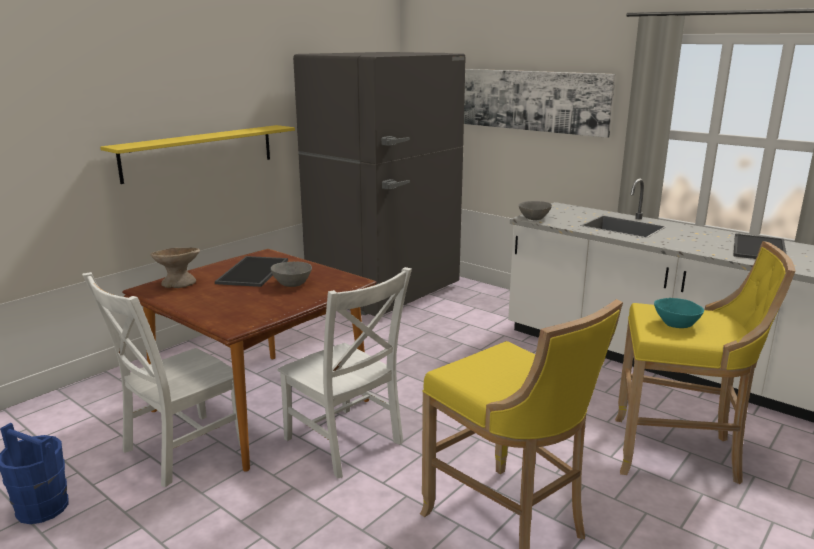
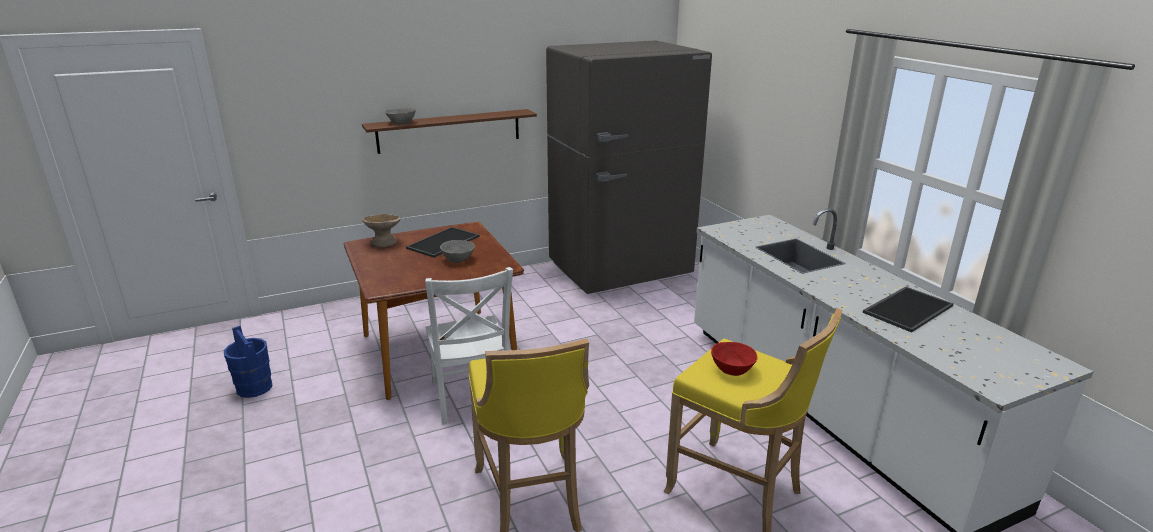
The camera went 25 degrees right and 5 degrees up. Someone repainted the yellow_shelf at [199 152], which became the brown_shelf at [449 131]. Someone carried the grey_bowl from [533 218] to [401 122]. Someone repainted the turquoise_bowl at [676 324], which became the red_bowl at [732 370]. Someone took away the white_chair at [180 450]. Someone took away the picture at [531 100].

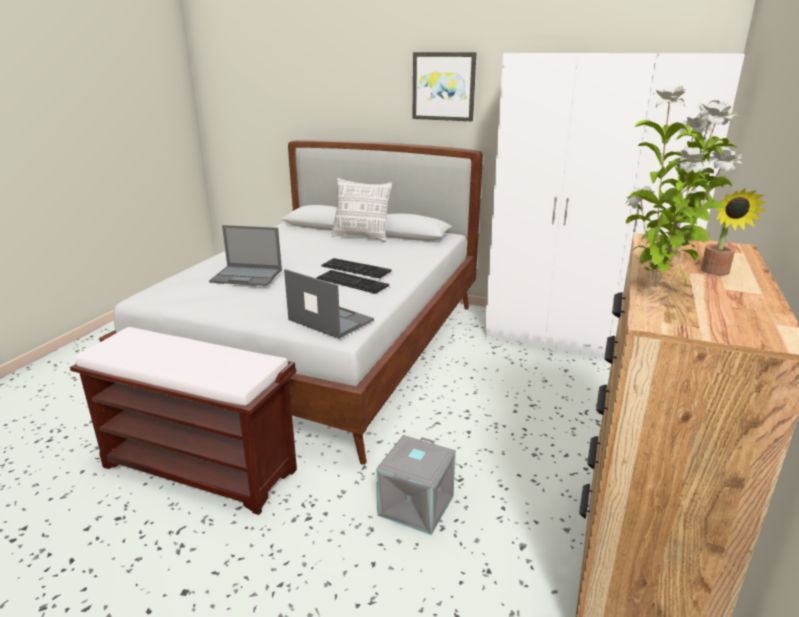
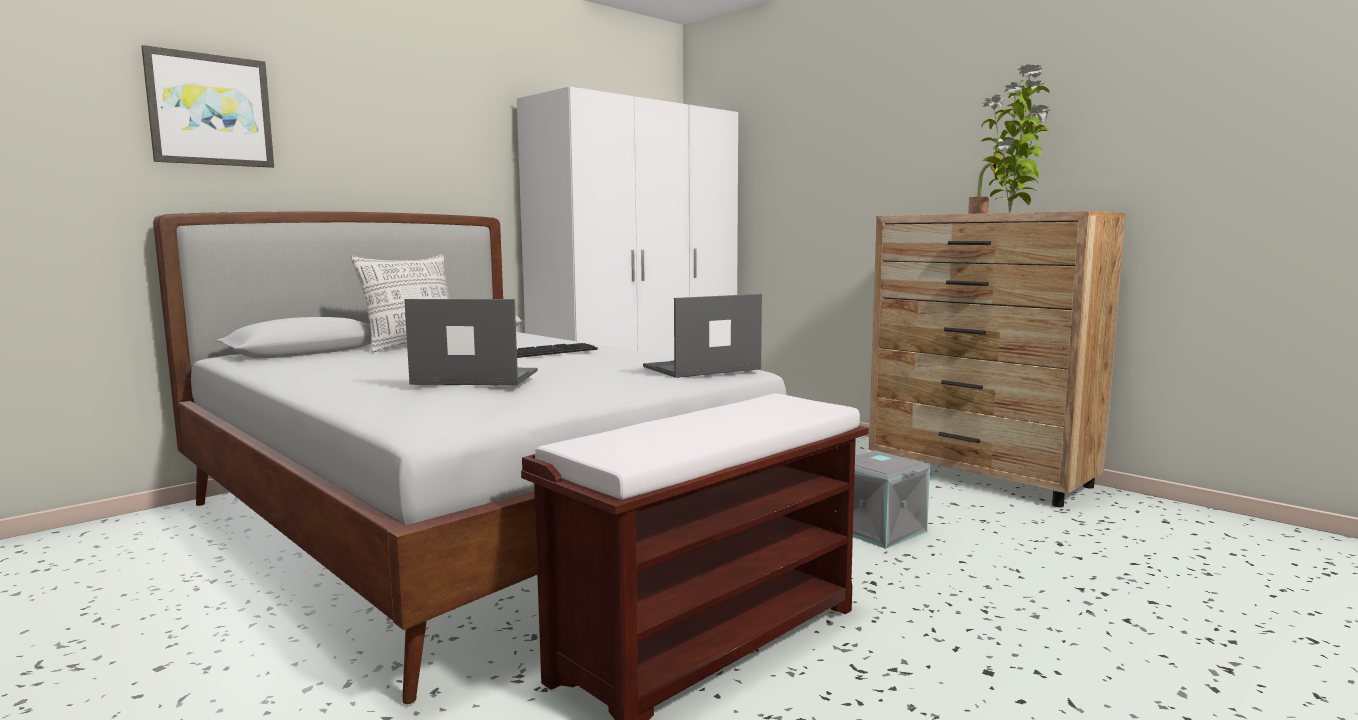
The camera went 65 degrees left and 15 degrees down. Someone carried the picture from [443 86] to [210 110]. Someone rotated the laptop at [247 276] by 120 degrees counterclockwise. Someone took away the keyboard at [353 282].

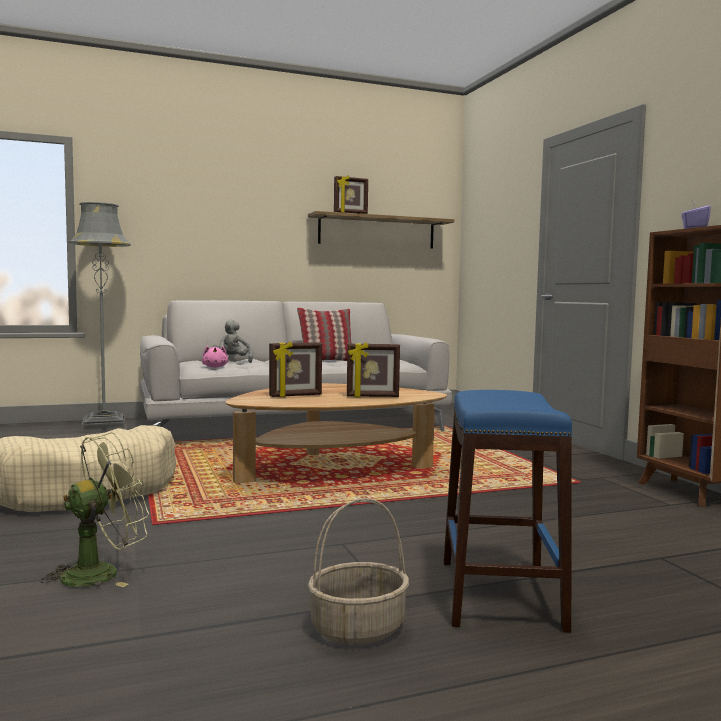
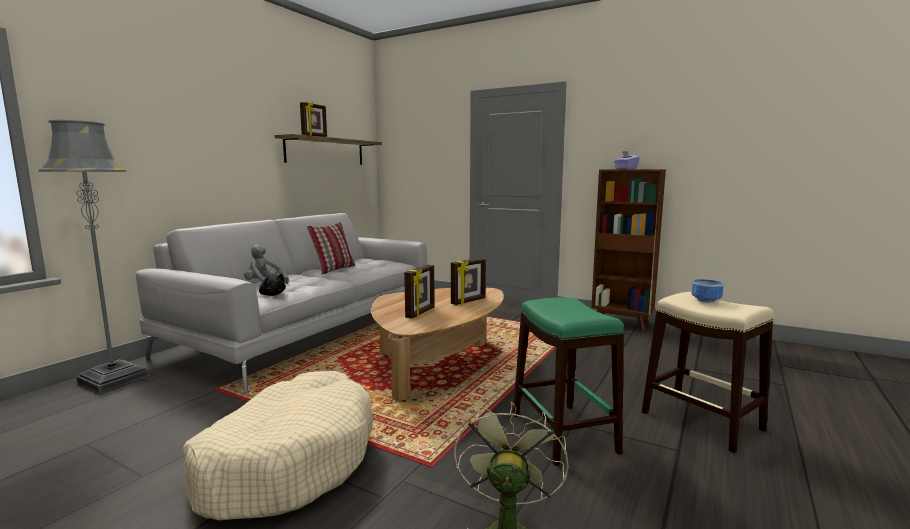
The camera went 40 degrees left and 5 degrees up. Someone repainted the pink_plush_toy at [215 367], which became the black_plush_toy at [272 295]. Someone put down the green_stool at [563 433]. Someone repainted the blue_stool at [501 593], which became the beige_stool at [701 420]. Someone put down the bowl at [704 301]. Someone took away the basket at [357 629].

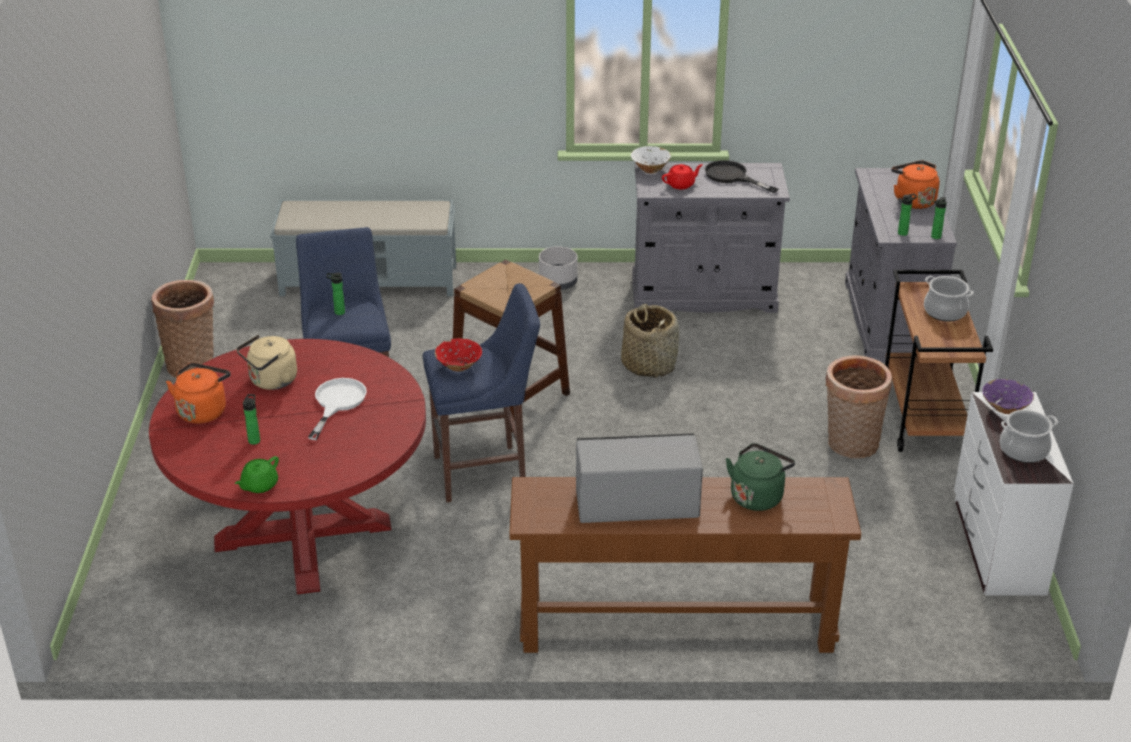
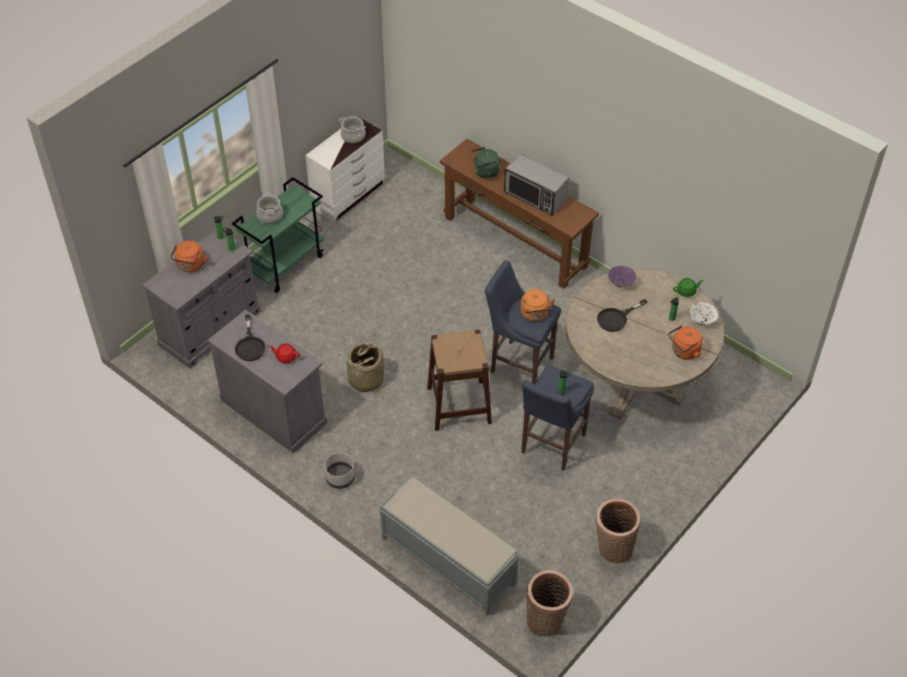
The camera went 140 degrees left and 15 degrees up. Someone repainted the brown_cart at [924 419], which became the green_cart at [285 264]. Someone swapped the red_bowl at [459 366] for the orange_kettle at [535 314]. Someone carried the basket from [850 445] to [546 621]. Someone repainted the red_dining_table at [303 534], which became the beige_dining_table at [635 381]. Someone repainted the white_frying_pan at [337 403], which became the black_frying_pan at [616 318]. Someone carried the purple_bowl from [1005 408] to [621 283]. Someone carried the white_bowl from [650 169] to [702 320]. Someone took away the beige_kettle at [271 381].

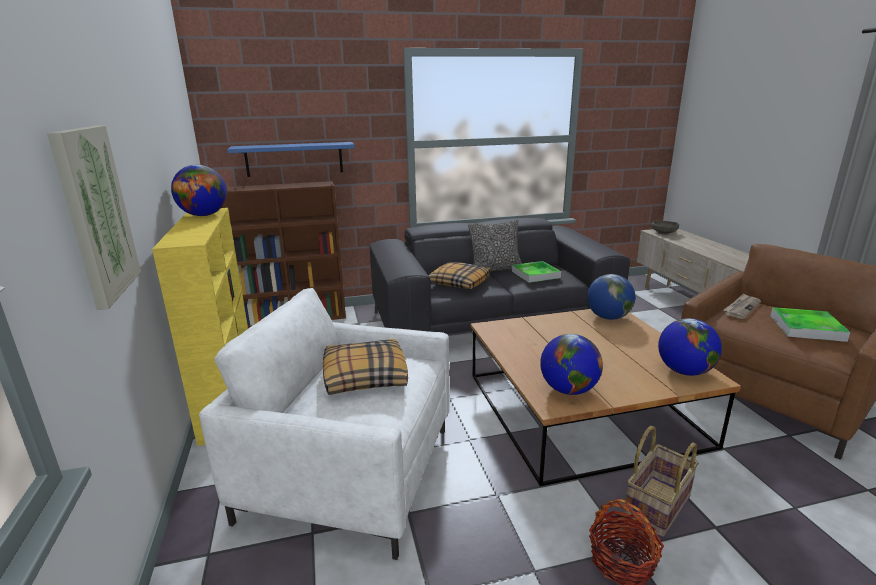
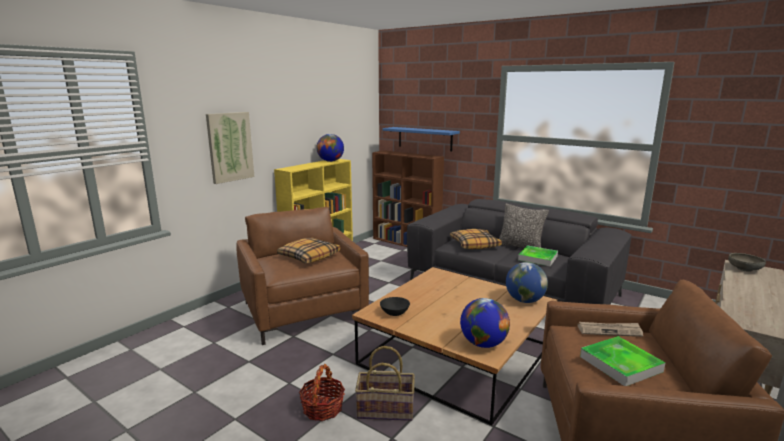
The camera went 50 degrees right and 5 degrees down. Someone repainted the white_armchair at [350 472], which became the brown_armchair at [304 311]. Someone swapped the globe at [568 390] for the black_bowl at [395 313].

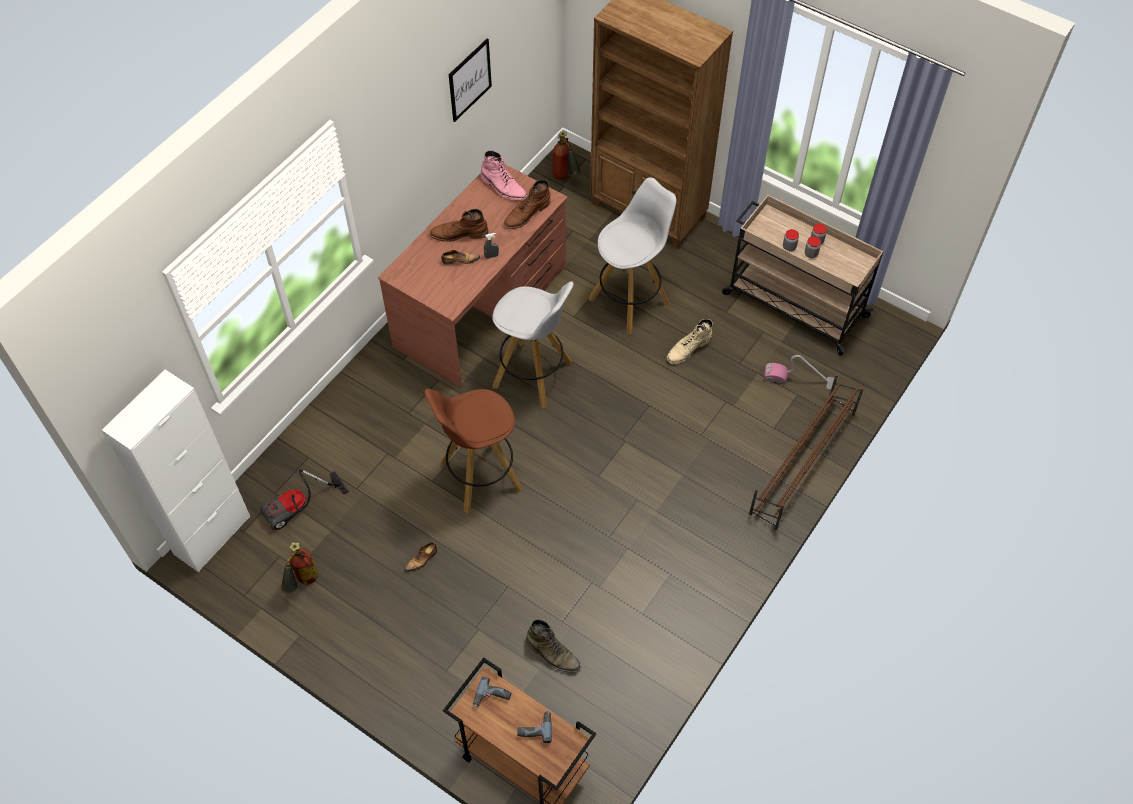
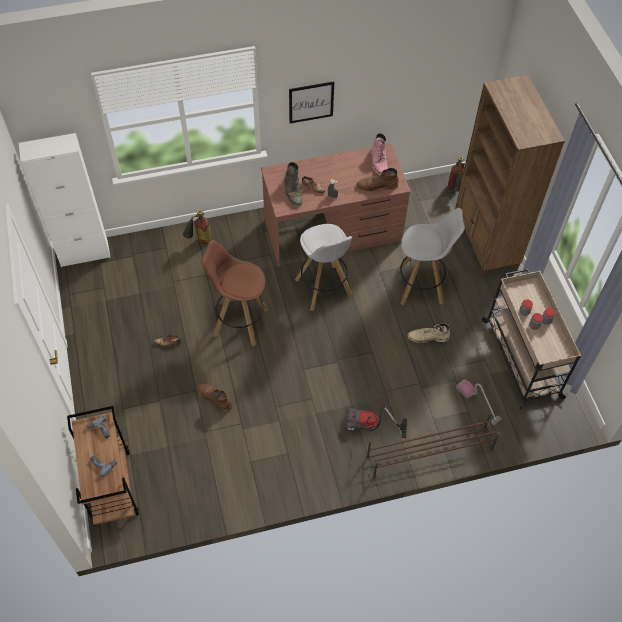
The camera went 40 degrees right and 0 degrees up. Someone carried the fire_extinguisher from [303 583] to [200 241]. Someone carried the brown_boot from [459 234] to [214 397]. Someone carried the green_boot from [553 654] to [293 192]. Someone carried the picture from [469 80] to [311 102]. Someone carried the vacuum_cleaner from [299 509] to [369 427].

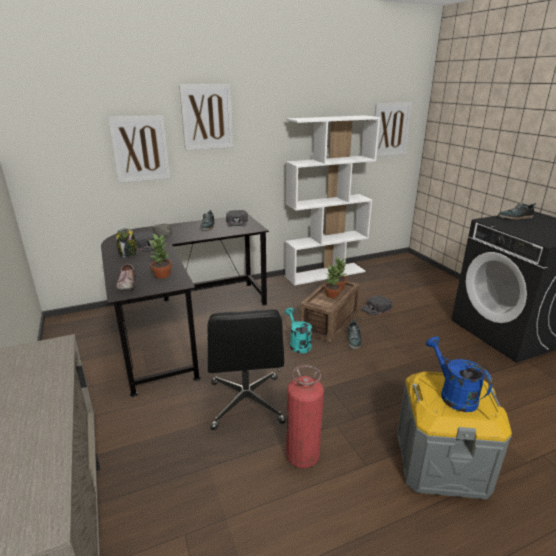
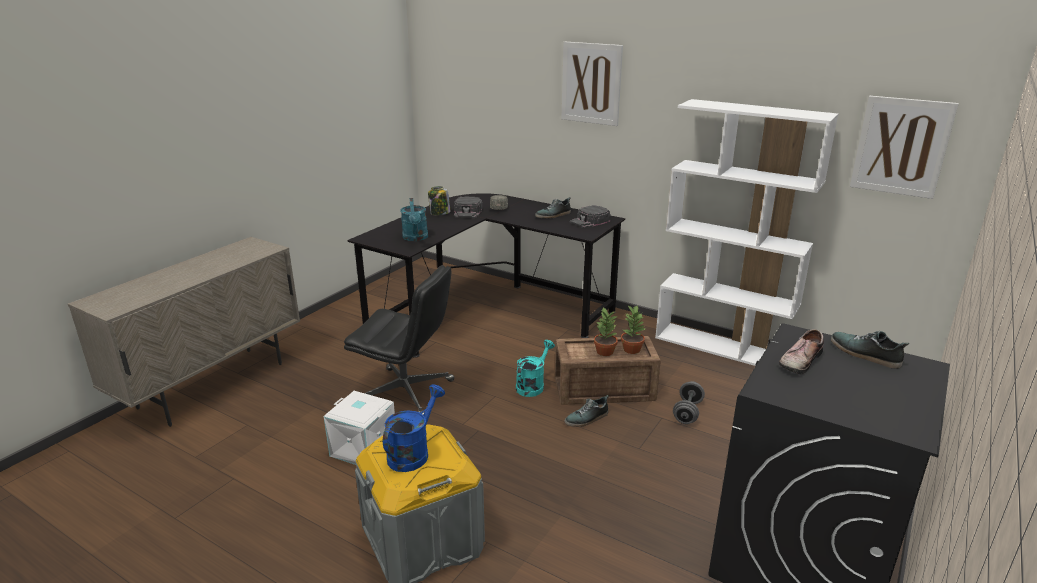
The camera went 55 degrees right and 0 degrees up. Someone swapped the fire_extinguisher at [302 456] for the white_storage_box at [362 449]. Someone rotated the black_office_chair at [246 403] by 120 degrees counterclockwise. Someone swapped the potted_plant at [162 275] for the turquoise_watering_can at [415 238]. Someone swapped the black_cap at [376 308] for the grey_dumbbell at [687 412]. Someone carried the shoe from [126 284] to [799 360]. Someone took away the picture at [140 149].

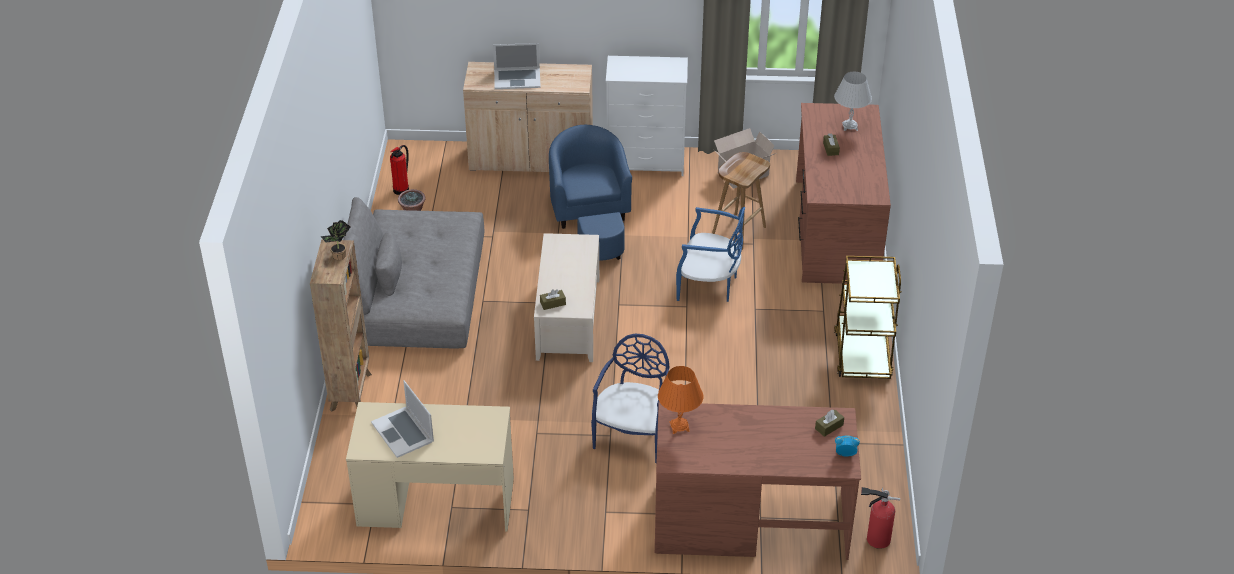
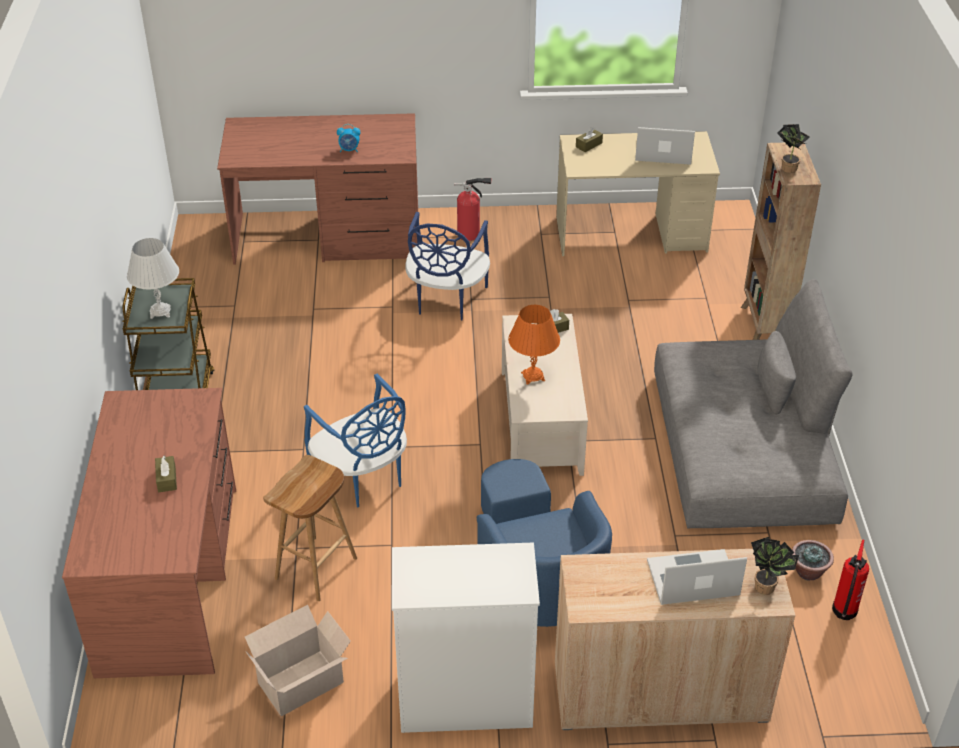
The camera went 175 degrees right and 0 degrees up. Someone carried the white_table_lamp from [849 126] to [160 312]. Someone rotated the blue_chair at [709 285] by 135 degrees counterclockwise. Someone carried the alarm_clock from [845 454] to [349 150]. Someone carried the fire_extinguisher from [875 539] to [471 234]. Someone carried the orange_table_lamp from [679 426] to [533 376]. Someone carried the brown_tissue_box from [829 427] to [589 145]. Someone rotated the laptop at [403 432] by 45 degrees counterclockwise. Someone put down the potted_plant at [767 587].

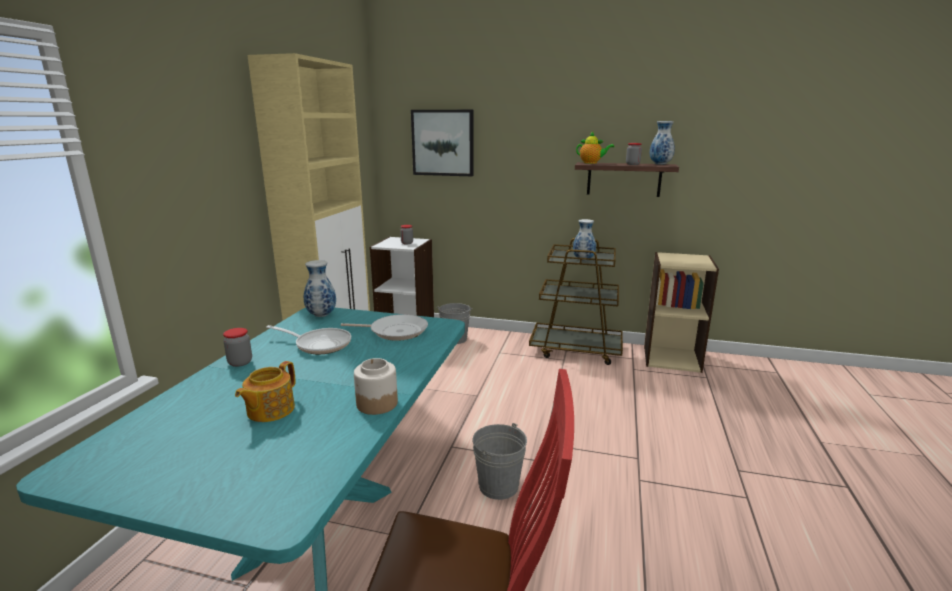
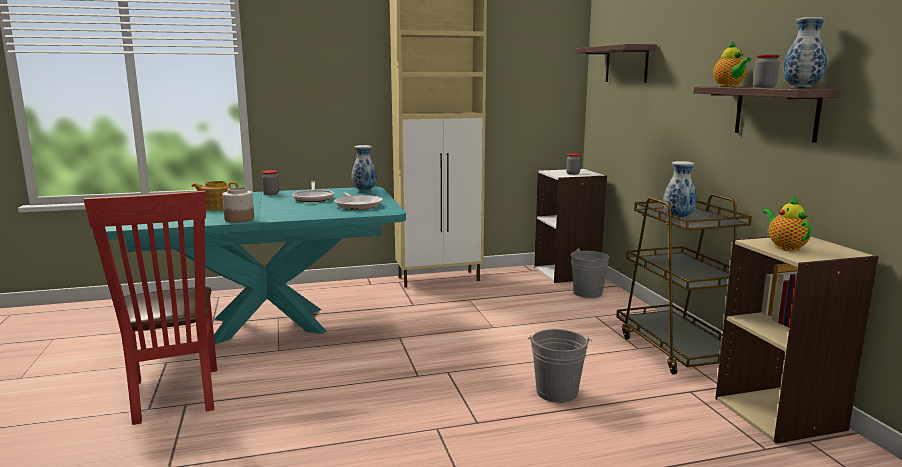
The camera went 60 degrees right and 5 degrees down. Someone carried the grey_bucket from [498 486] to [556 392]. Someone swapped the picture at [443 143] for the shelf at [626 64]. Someone put down the teapot at [785 247].

